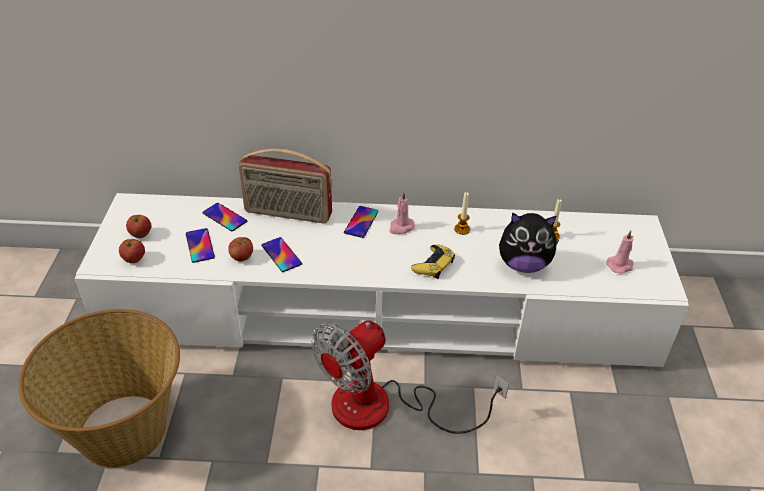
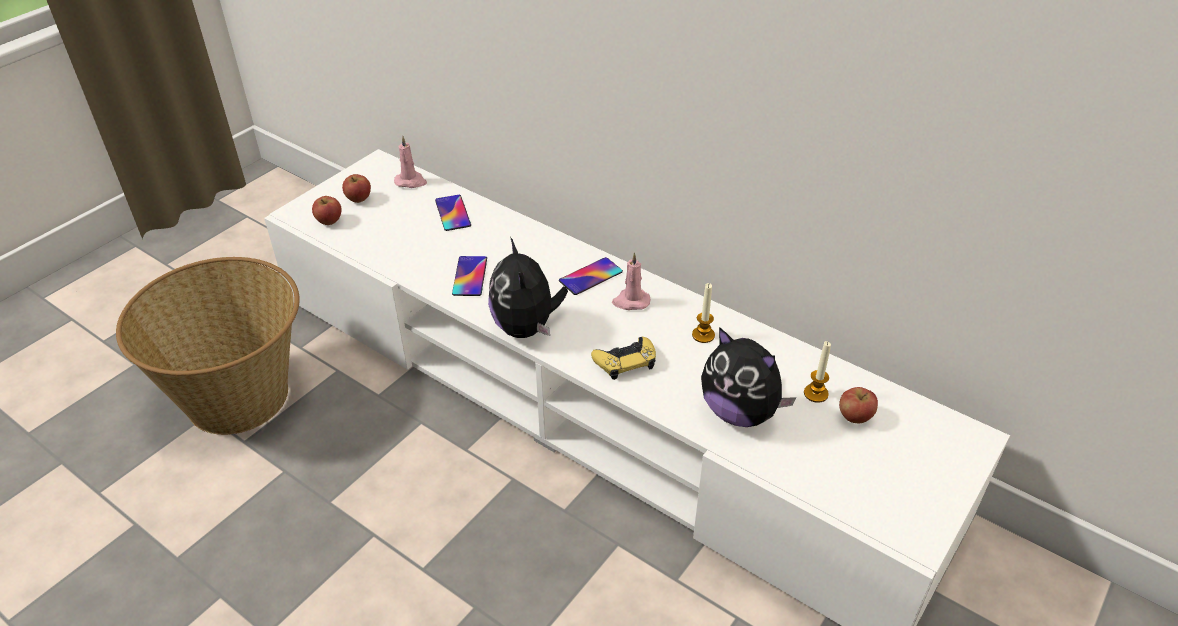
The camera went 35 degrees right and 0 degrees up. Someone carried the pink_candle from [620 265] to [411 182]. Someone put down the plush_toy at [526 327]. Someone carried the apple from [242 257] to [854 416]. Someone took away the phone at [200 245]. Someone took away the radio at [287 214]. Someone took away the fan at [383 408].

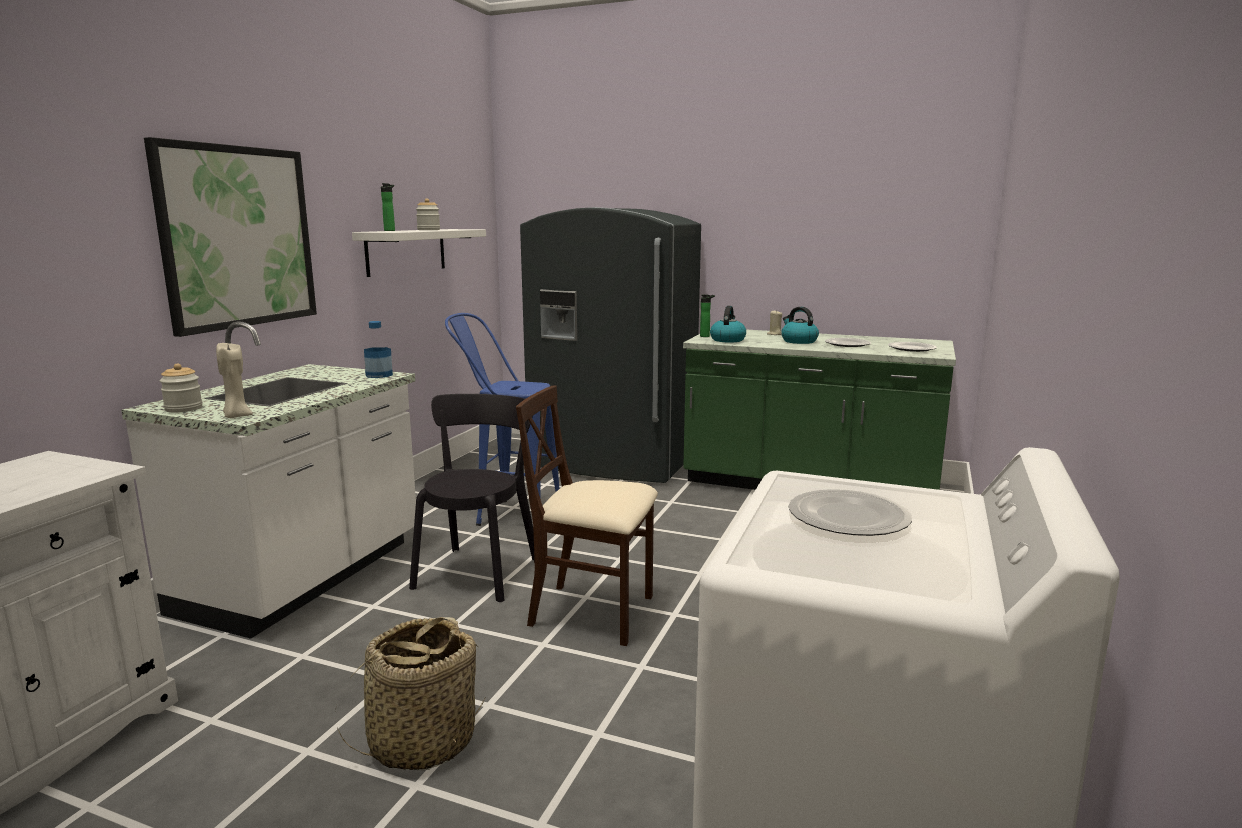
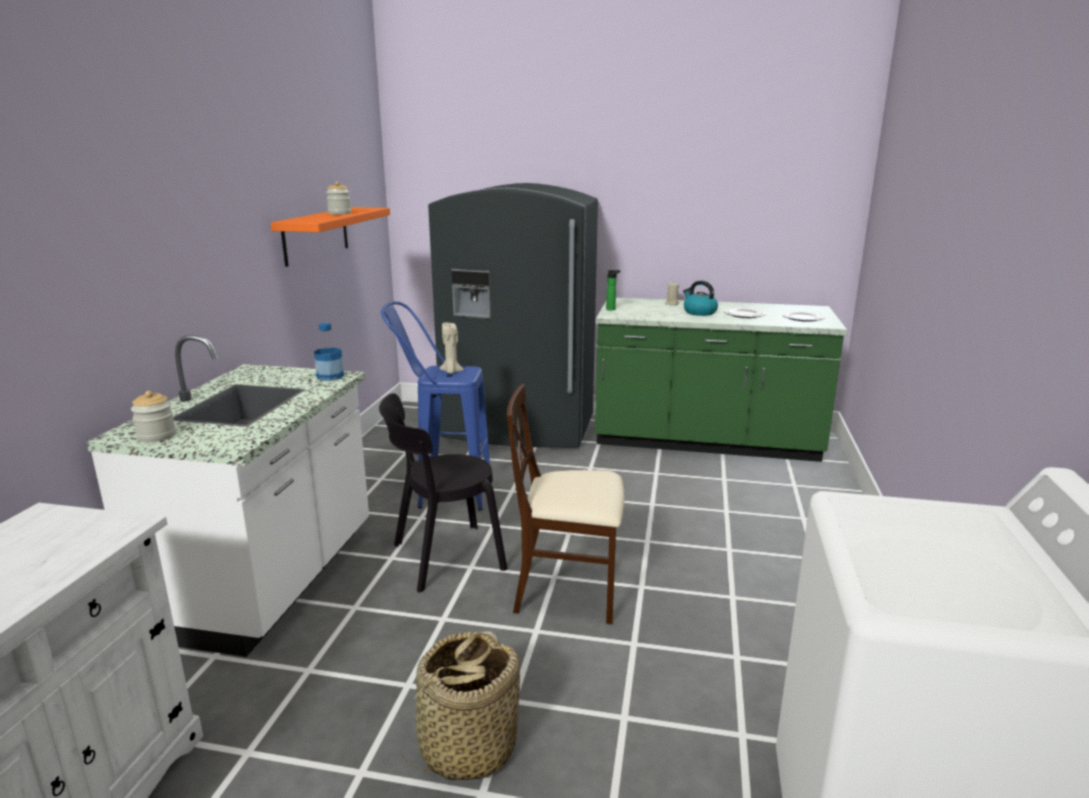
The camera went 10 degrees left and 5 degrees up. Someone repainted the white_shelf at [406 251], which became the orange_shelf at [316 235]. Someone rotated the black_chair at [479 571] by 120 degrees counterclockwise. Someone carried the beige_candle from [236 416] to [451 372]. Someone took away the picture at [238 237]. Someone took away the bottle at [390 230]. Someone took away the kettle at [727 340]. Someone took away the plate at [848 517].

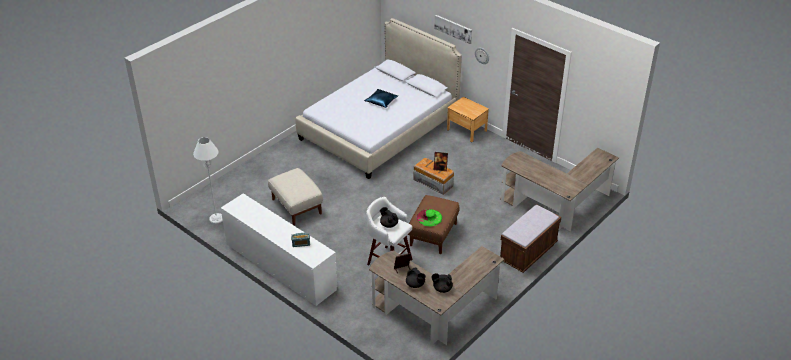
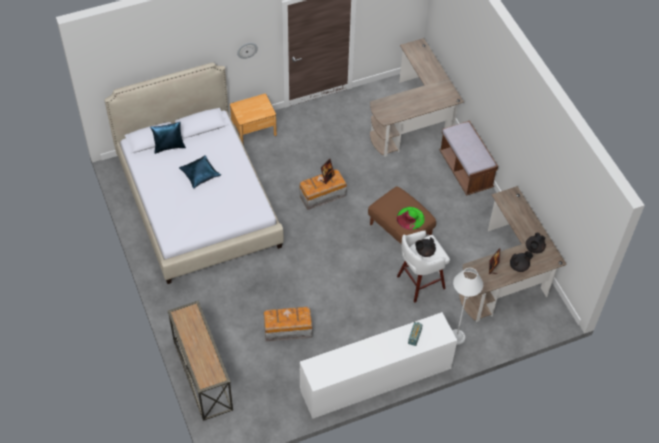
The camera went 65 degrees left and 15 degrees up. Someone put down the blue_pillow at [169 146]. Someone put down the console_table at [202 375]. Someone swapped the beige_ottoman at [296 206] for the storage_box at [287 329]. Someone carried the white_floor_lamp from [216 218] to [456 337]. Someone took away the picture at [453 28].

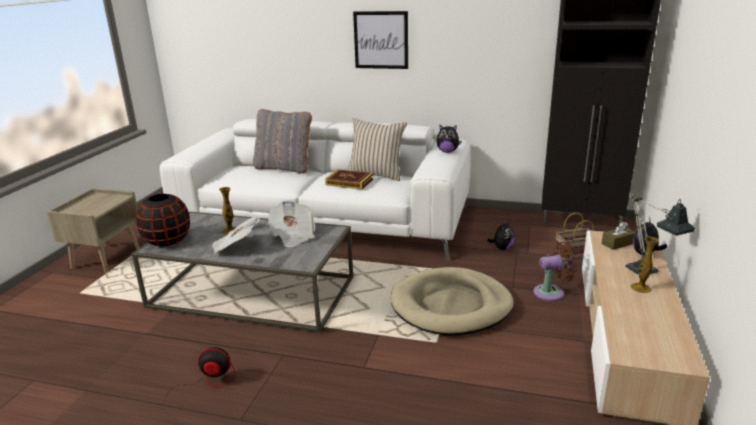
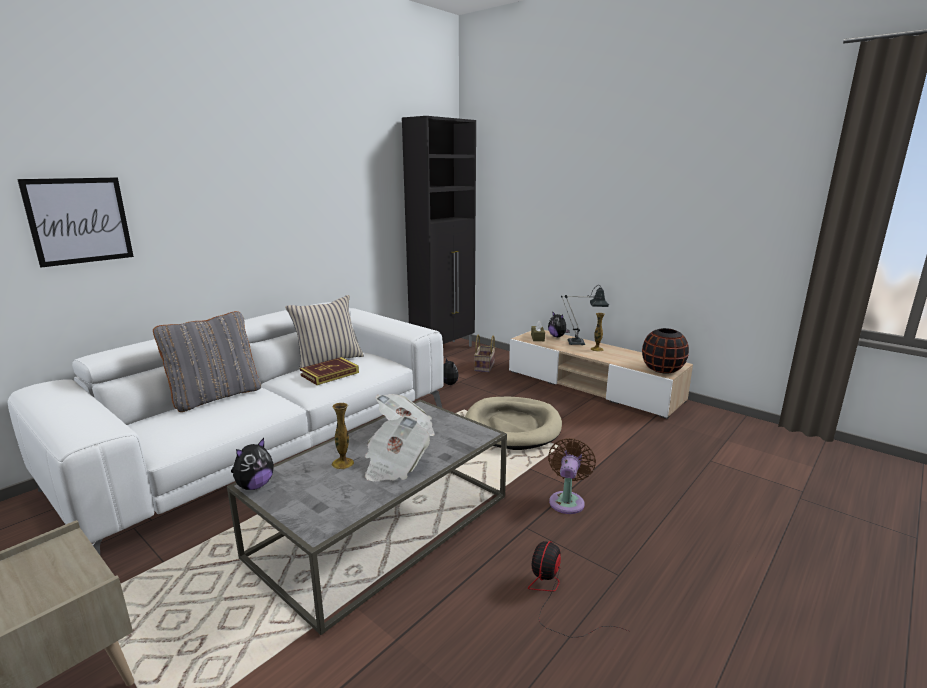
The camera went 65 degrees left and 5 degrees down. Someone carried the picture from [381 40] to [79 221]. Someone carried the plush_toy from [447 151] to [254 485]. Someone carried the brown_fan from [552 293] to [567 500]. Someone carried the black_vase from [167 241] to [662 369].

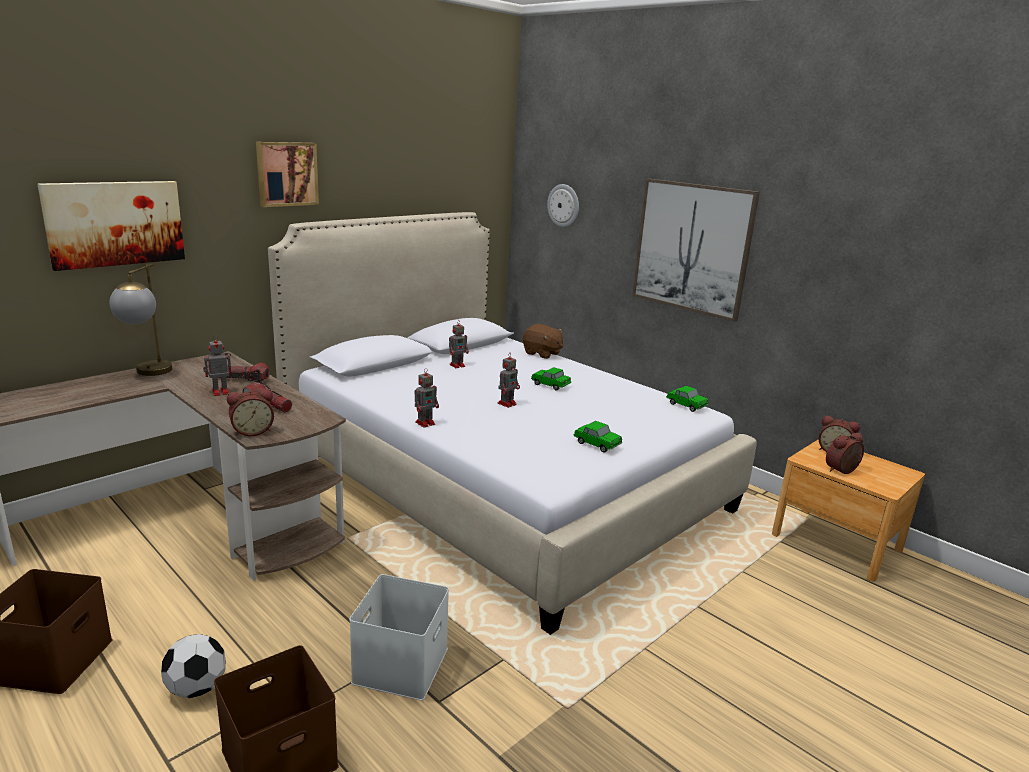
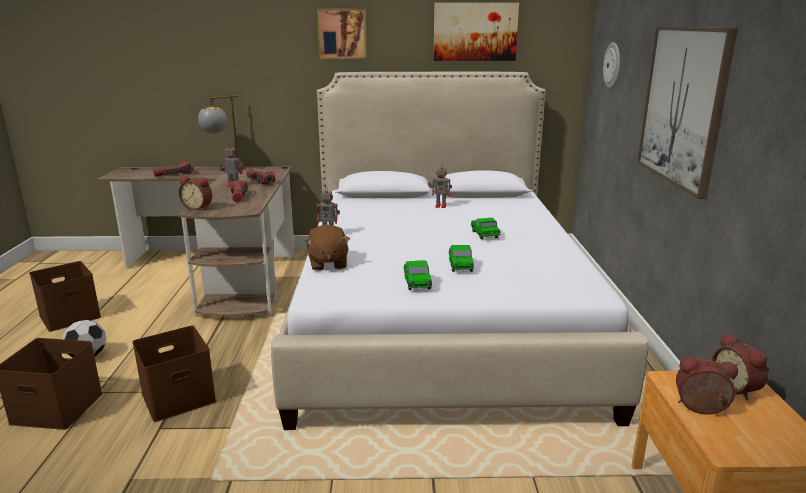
The camera went 45 degrees right and 0 degrees up. Someone repainted the white_storage_box at [400 663], which became the brown_storage_box at [179 396]. Someone put down the flashlight at [174 174]. Someone carried the brown_plush_toy from [542 353] to [327 263]. Someone carried the picture from [115 223] to [475 32]. Someone carried the toy_car from [686 405] to [460 266]. Someone took away the toy_robot at [507 403].

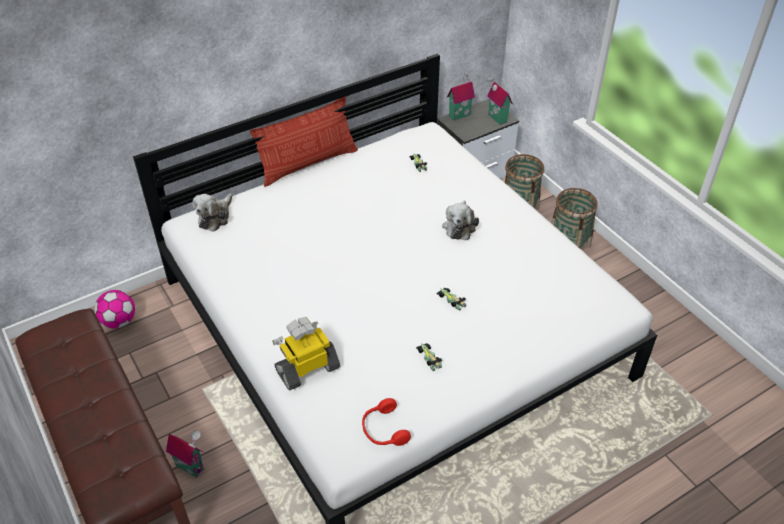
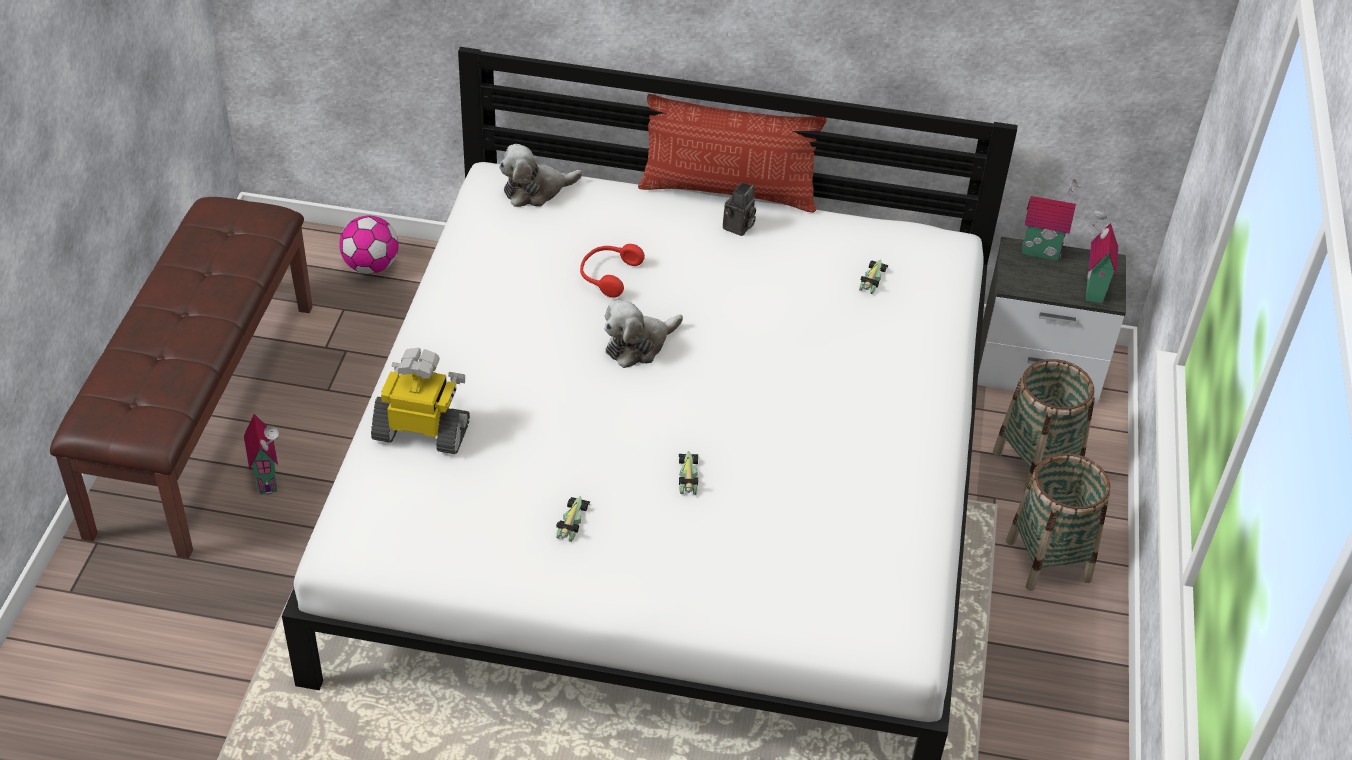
The camera went 40 degrees right and 0 degrees up. Someone carried the red_headphones from [383 430] to [608 275]. Someone carried the plush_toy from [459 226] to [638 345]. Someone put down the photo_camera at [738 228].

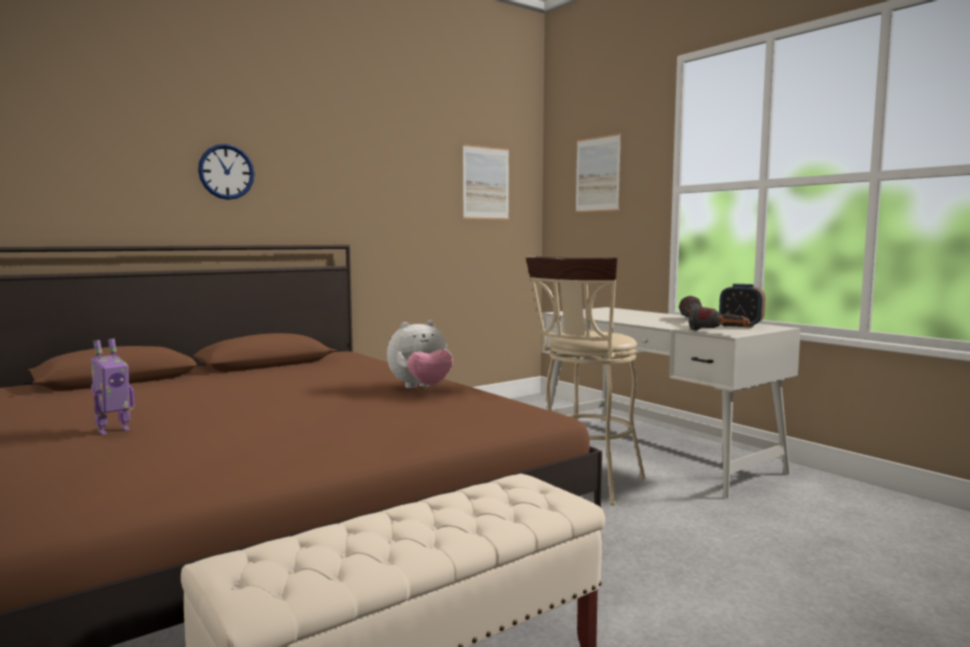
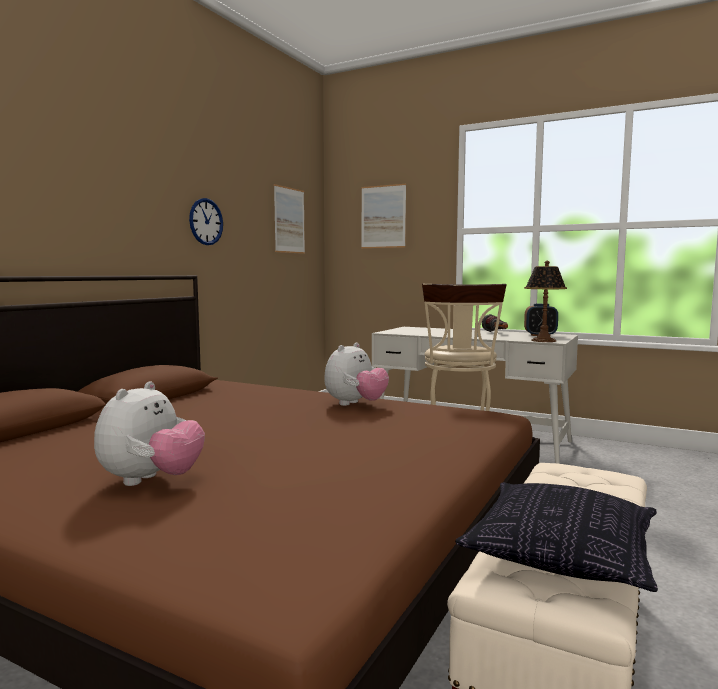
The camera went 25 degrees left and 0 degrees up. Someone swapped the toy_robot at [113 430] for the plush_toy at [151 481]. Someone carried the wall_clock from [226 172] to [206 221]. Someone put down the pillow at [561 556]. Someone swapped the flashlight at [718 332] for the table_lamp at [543 340].

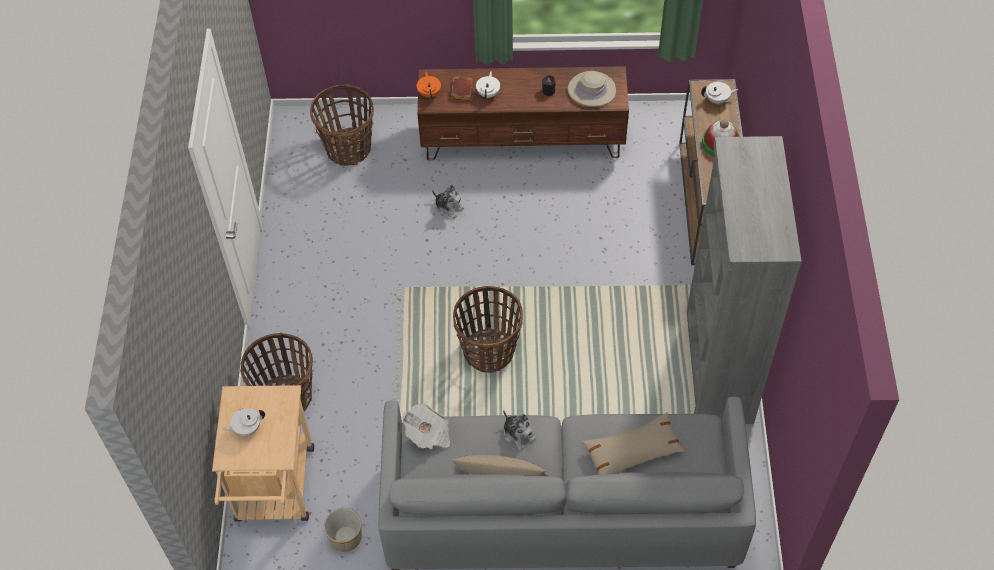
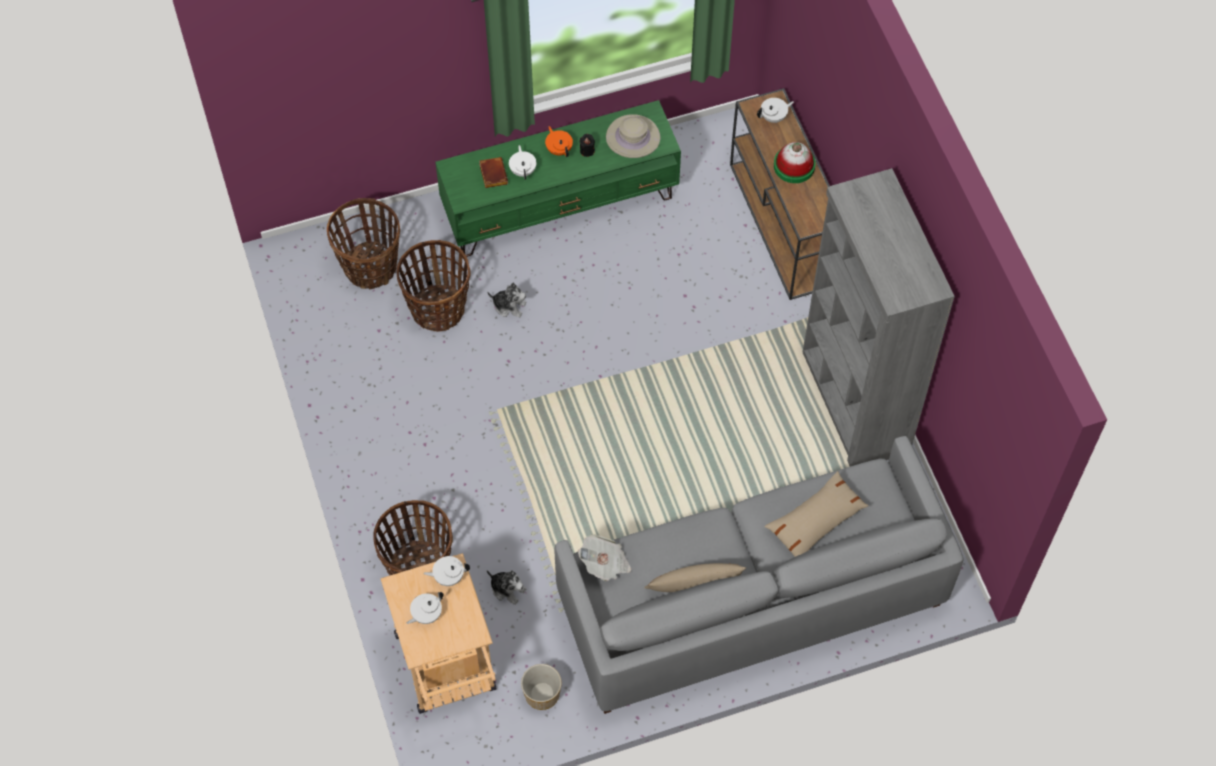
The camera went 20 degrees left and 5 degrees up. Someone carried the basket from [489 351] to [438 308]. Someone put down the white_teapot at [448 576]. Someone repainted the brown_tv_stand at [523 140], which became the green_tv_stand at [561 205]. Someone carried the plush_toy from [518 434] to [507 589]. Someone carried the orange_teapot from [429 93] to [559 149].

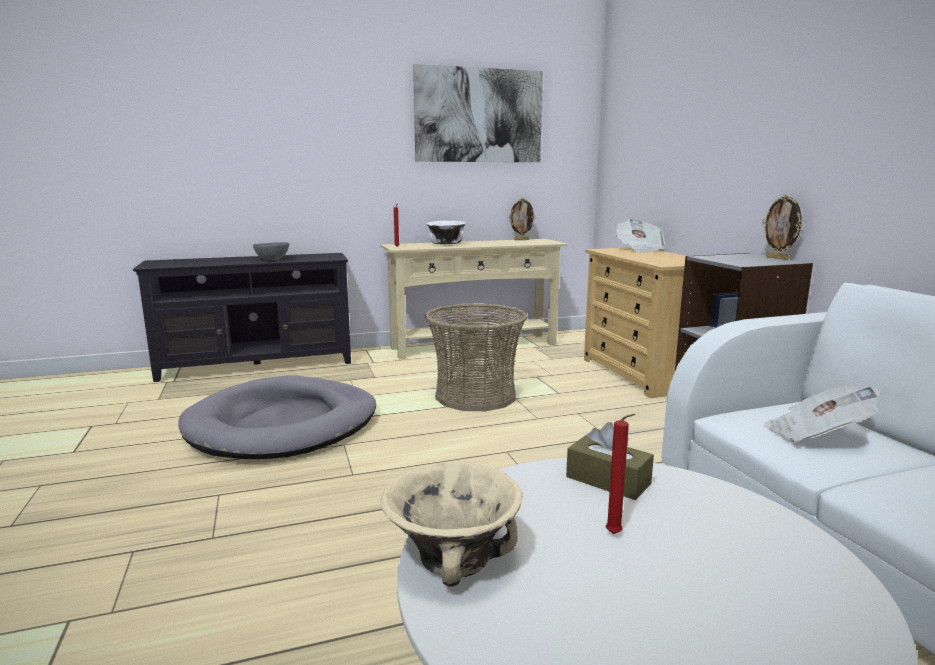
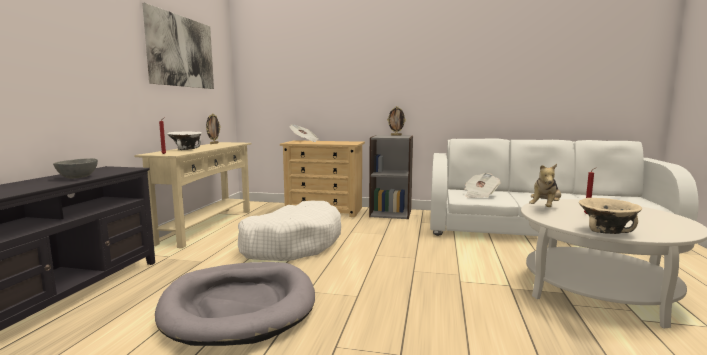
The camera went 60 degrees left and 5 degrees down. Someone swapped the basket at [475 396] for the white_dog_bed at [291 244]. Someone swapped the brown_tissue_box at [608 480] for the plush_toy at [545 208].

